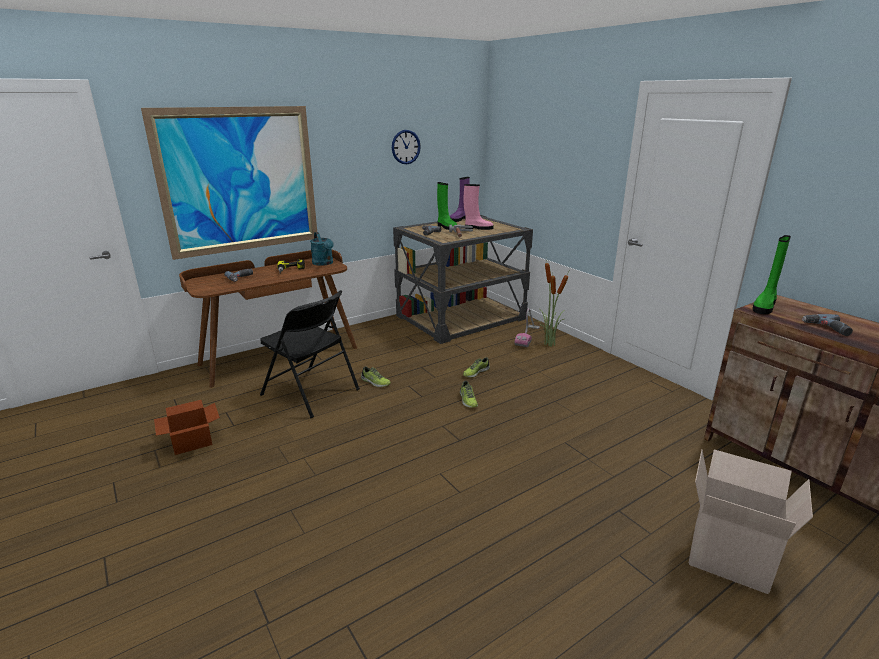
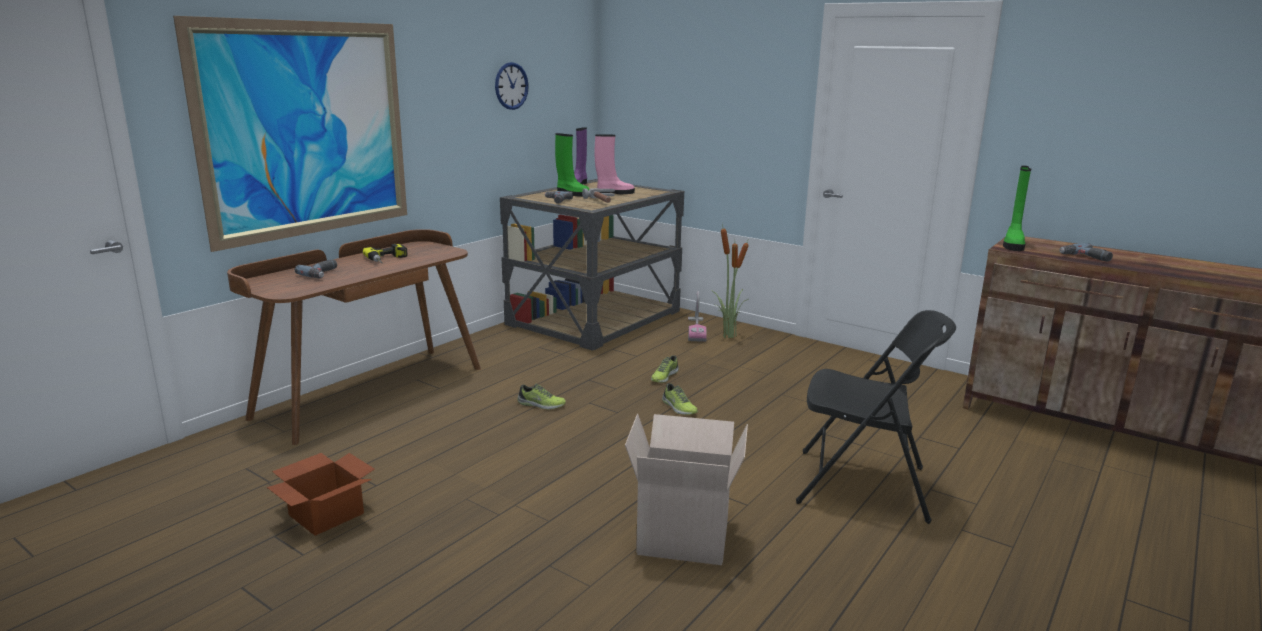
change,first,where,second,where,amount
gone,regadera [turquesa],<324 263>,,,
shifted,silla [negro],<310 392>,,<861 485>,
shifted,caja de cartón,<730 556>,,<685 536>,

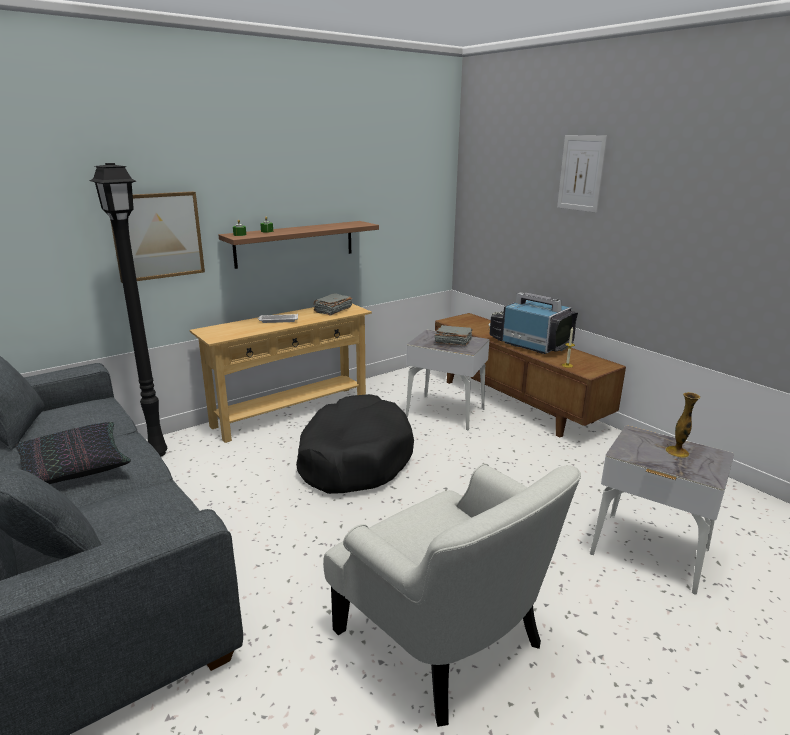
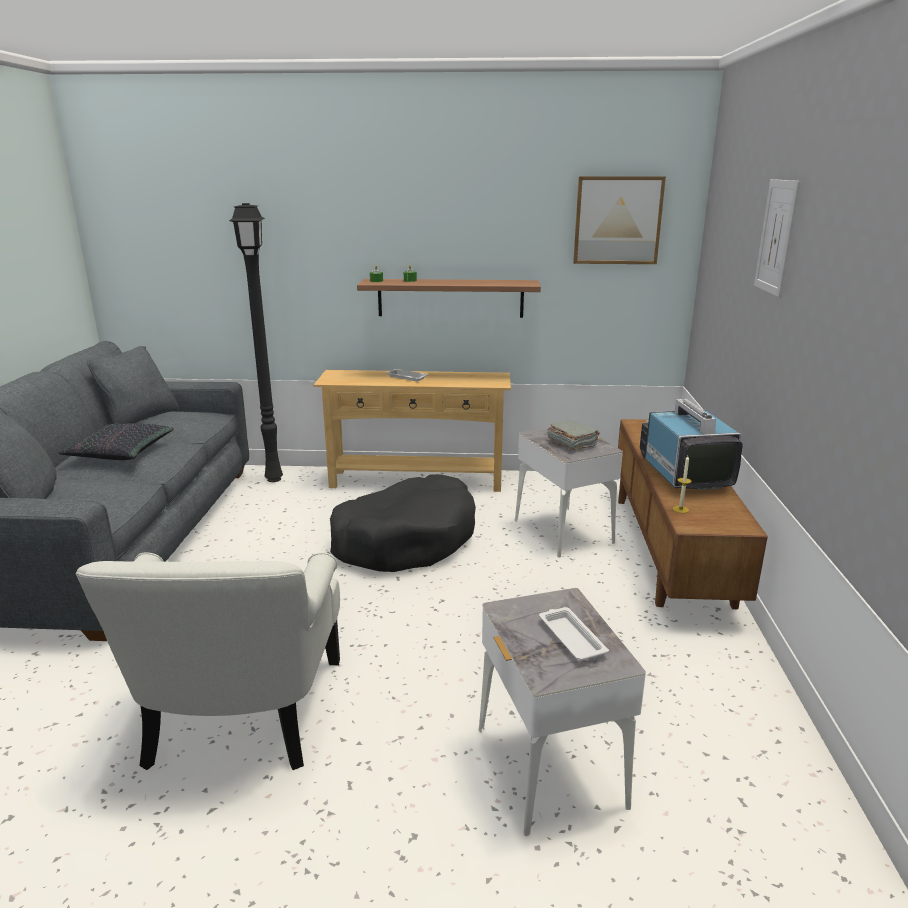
change,first,where,second,where,amount
shifted,cuadro,<157 236>,,<617 220>,
gone,libro [gris],<332 310>,,,
swapped,florero,<677 452>,bandeja [blanco],<571 637>,

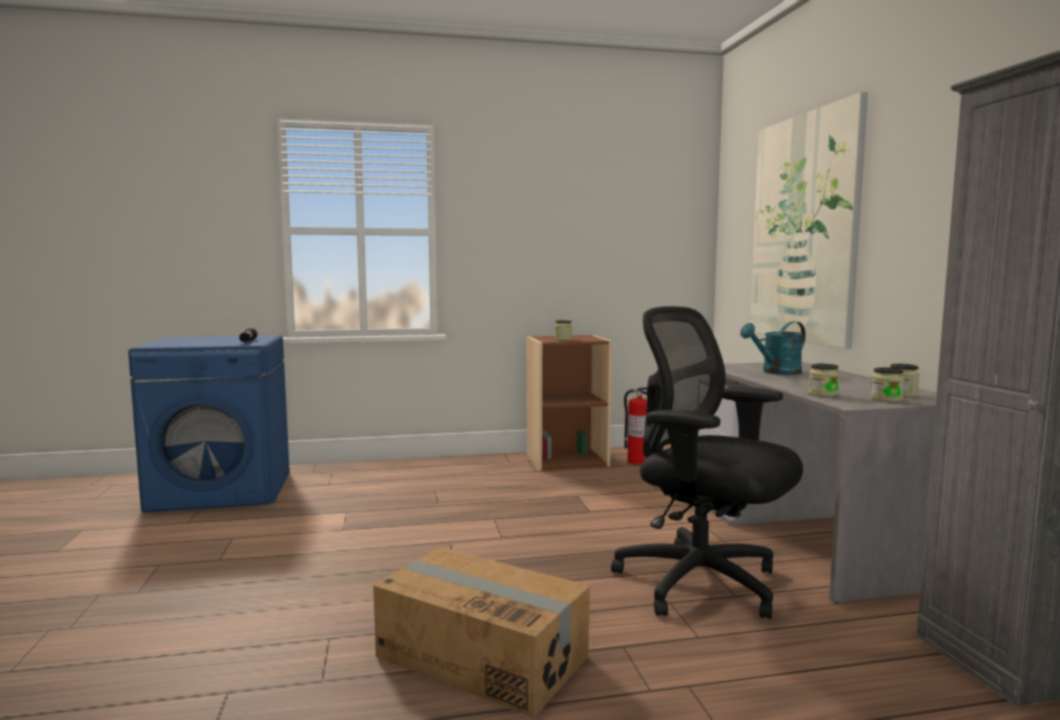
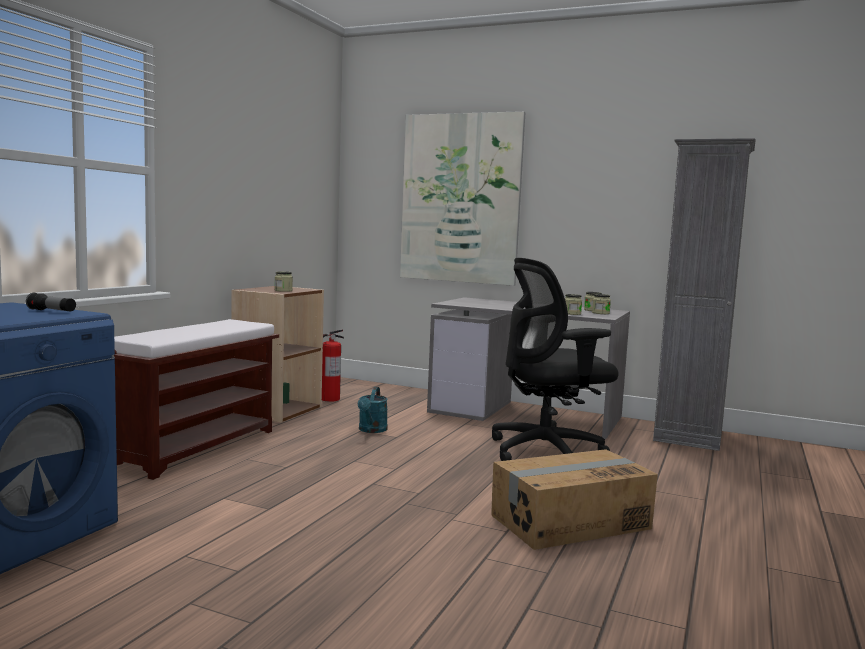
change,first,where,second,where,amount
shifted,regadera [turquesa],<776 372>,,<371 430>,
new,,,banco [marrón],<195 447>,

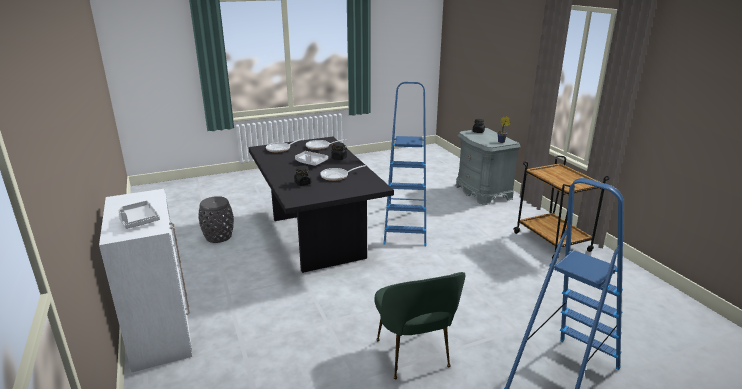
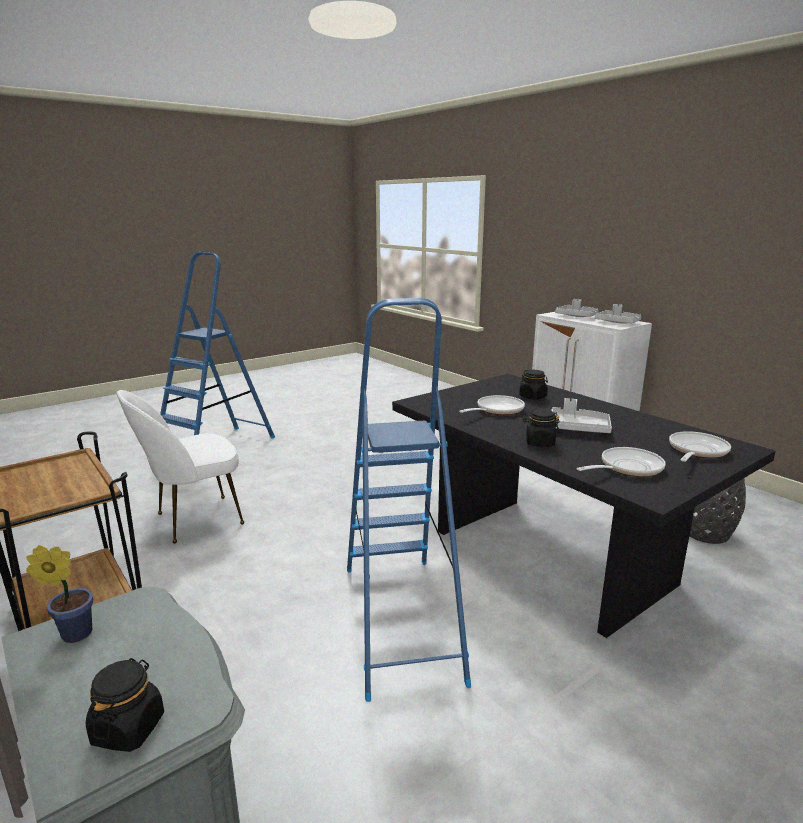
change,first,where,second,where,amount
gone,silla [verde],<414 358>,,,
new,,,bandeja [gris],<617 322>,
new,,,silla [blanco],<192 521>,

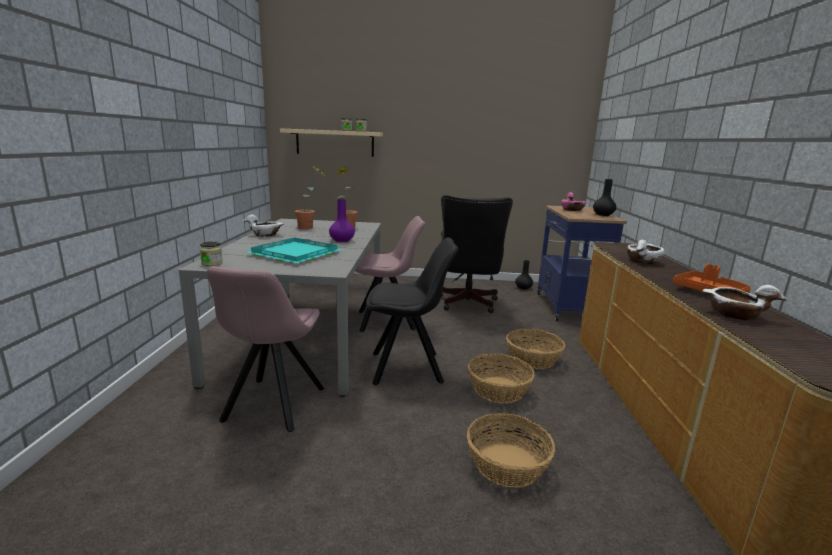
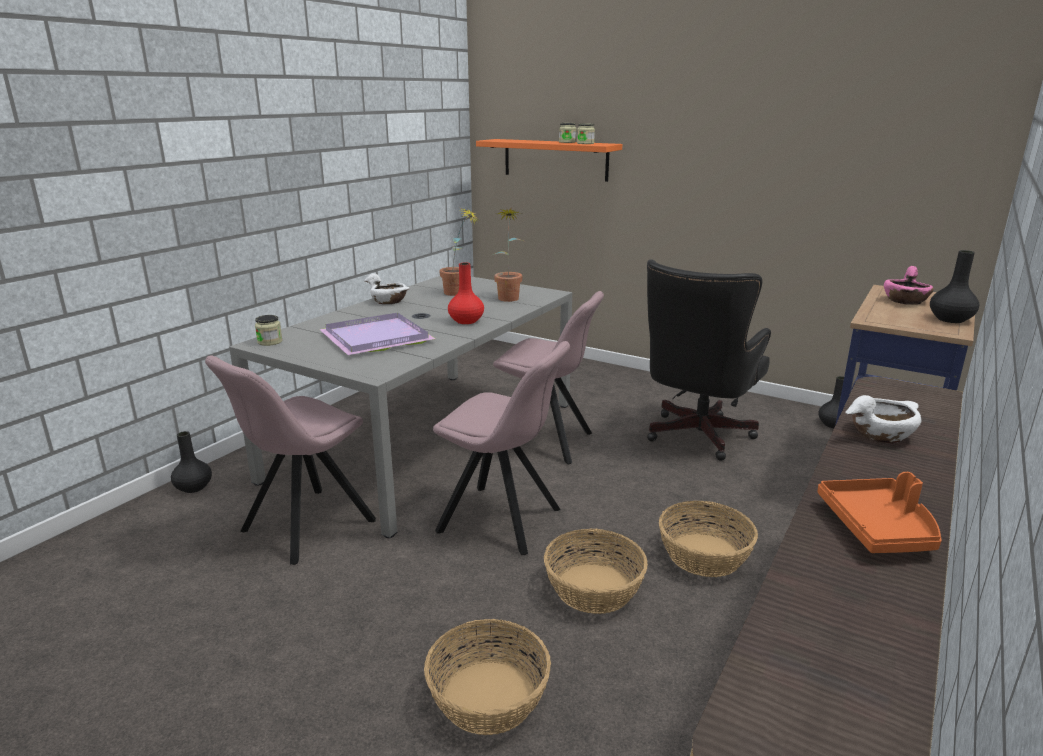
change,first,where,second,where,amount
repainted,estante [beis],<335 143>,estante [naranja],<555 159>,
repainted,florero [morado],<341 240>,florero [rojo],<466 321>,
repainted,silla [negro],<407 368>,silla [rosa],<500 520>,
repainted,bandeja [turquesa],<297 253>,bandeja [morado],<379 338>,
gone,cuenco [blanco],<733 314>,,,
new,,,florero [negro],<194 487>,

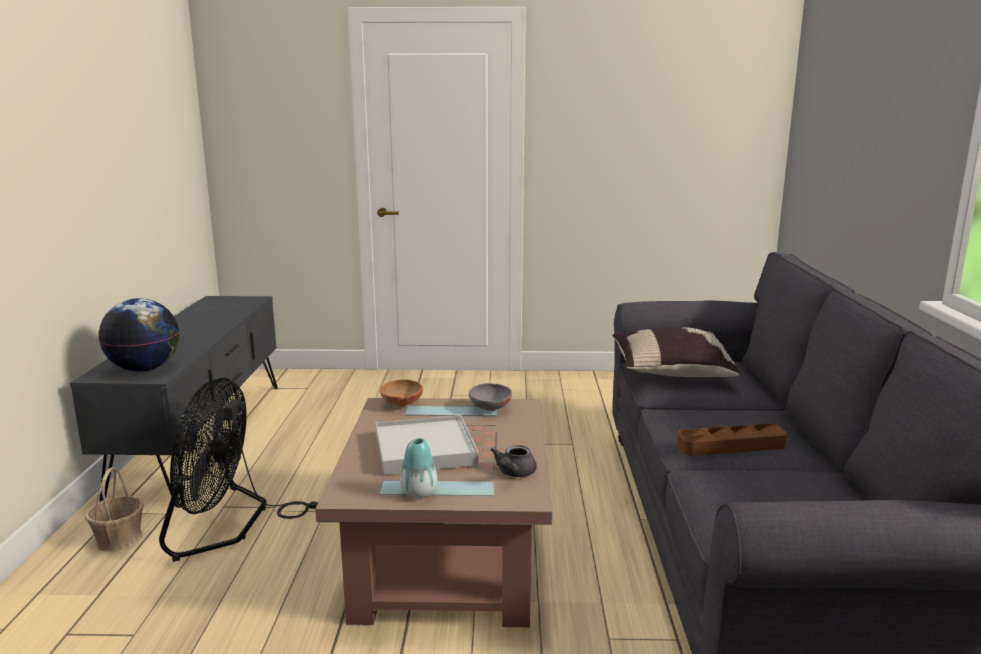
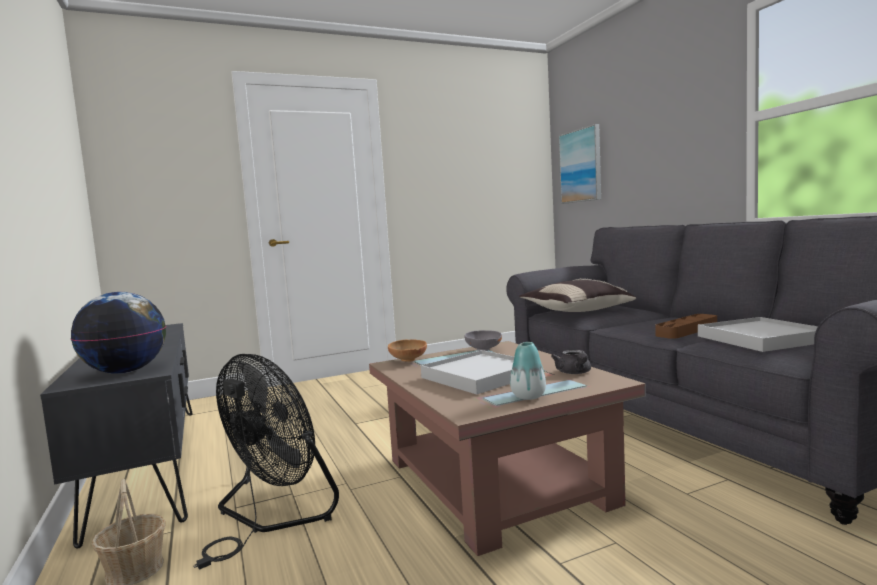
change,first,where,second,where,amount
rotated,ventilador [negro],<236 520>,,<262 513>,150 degrees clockwise
new,,,cuadro,<581 166>,
new,,,bandeja [blanco],<761 339>,

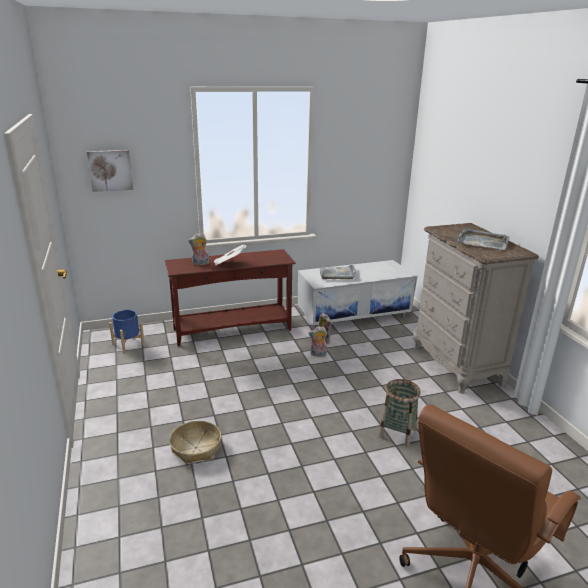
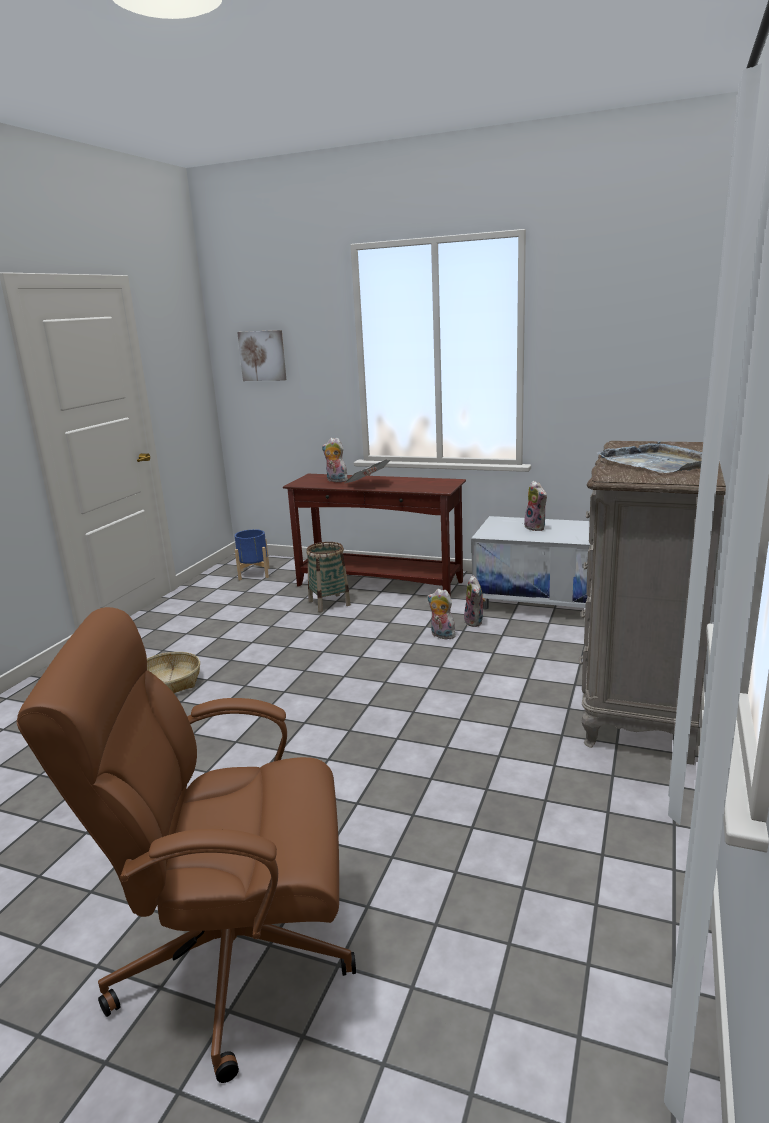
change,first,where,second,where,amount
swapped,bandeja [gris],<337 274>,peluche,<536 527>,
shifted,cesta,<397 433>,,<329 603>,

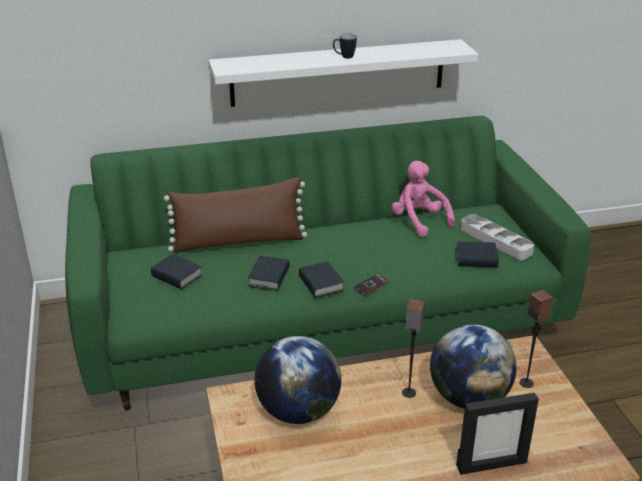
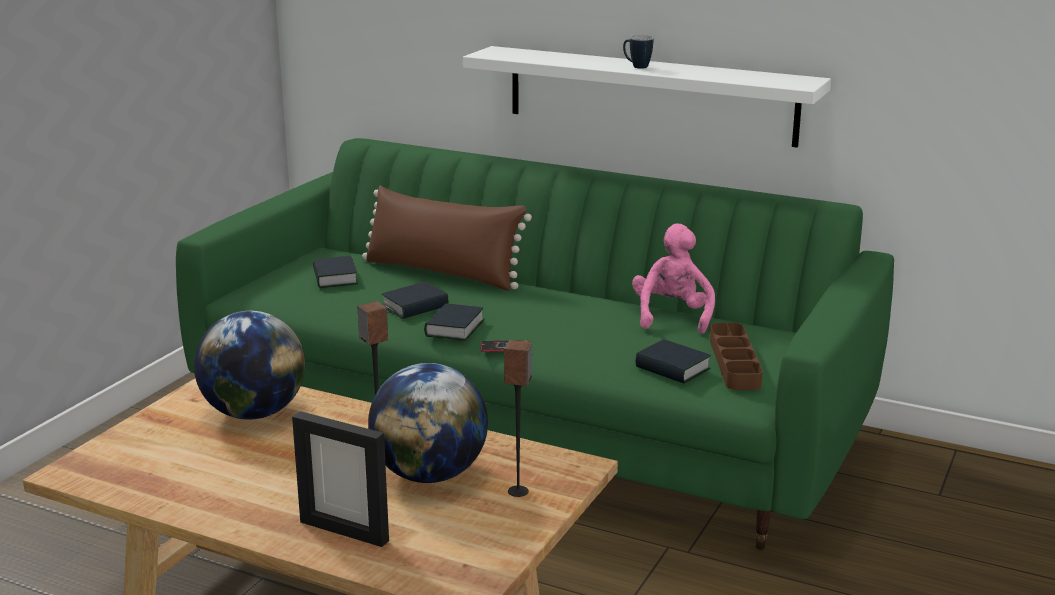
change,first,where,second,where,amount
repainted,bandeja [gris],<495 240>,bandeja [marrón],<734 362>,

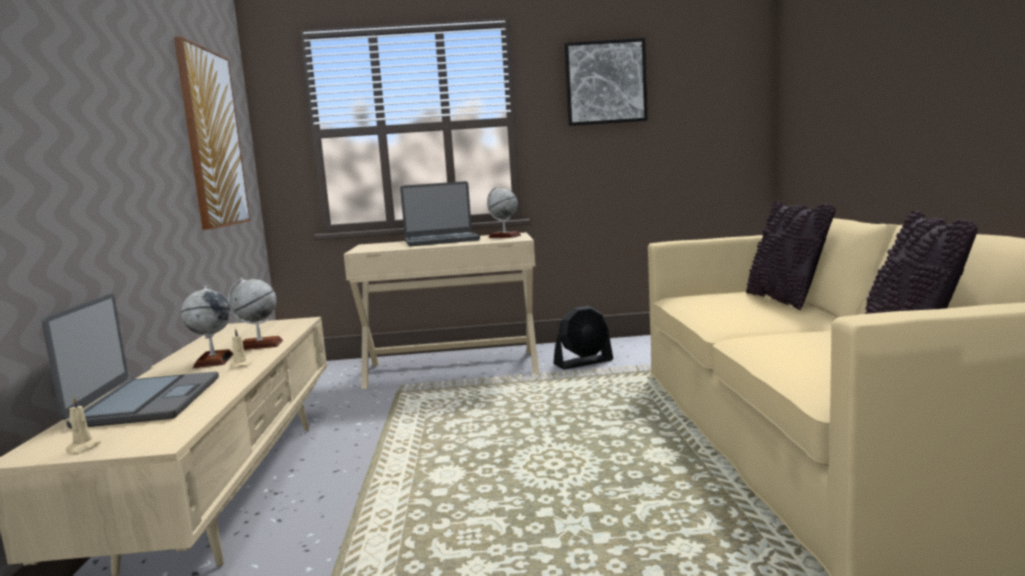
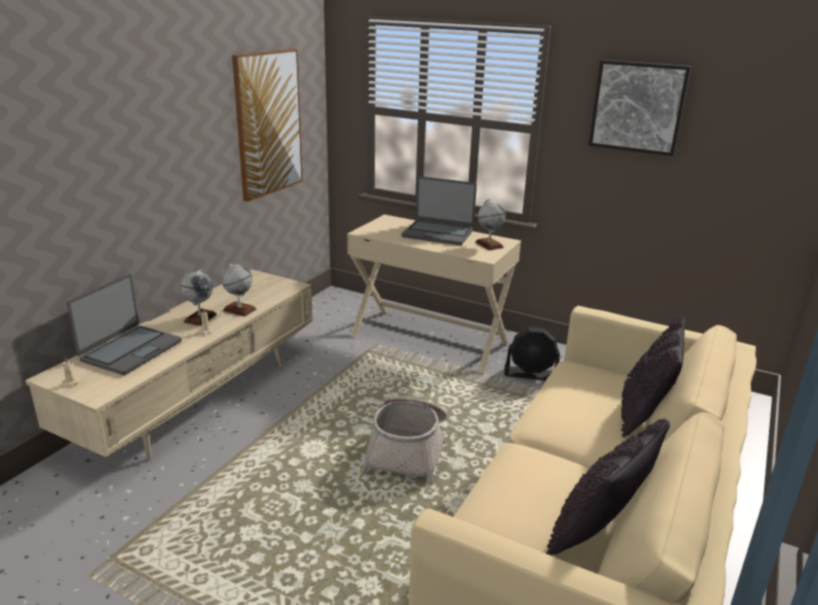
change,first,where,second,where,amount
new,,,cesta,<408 450>,

